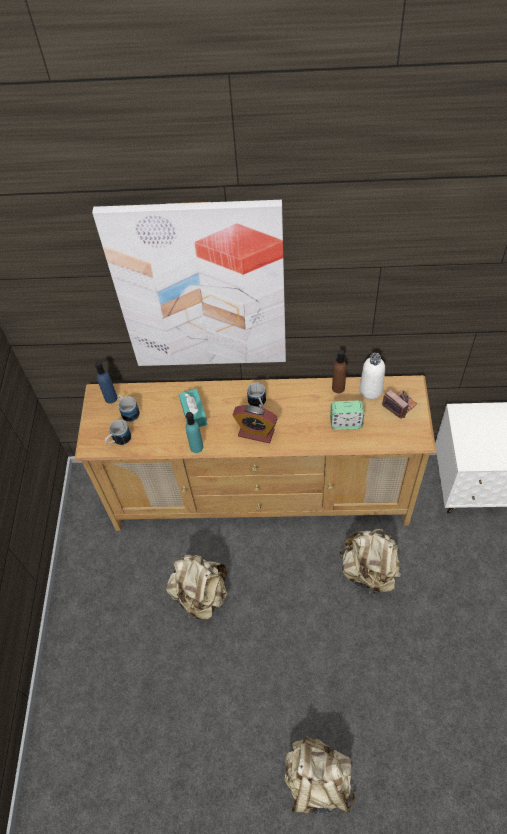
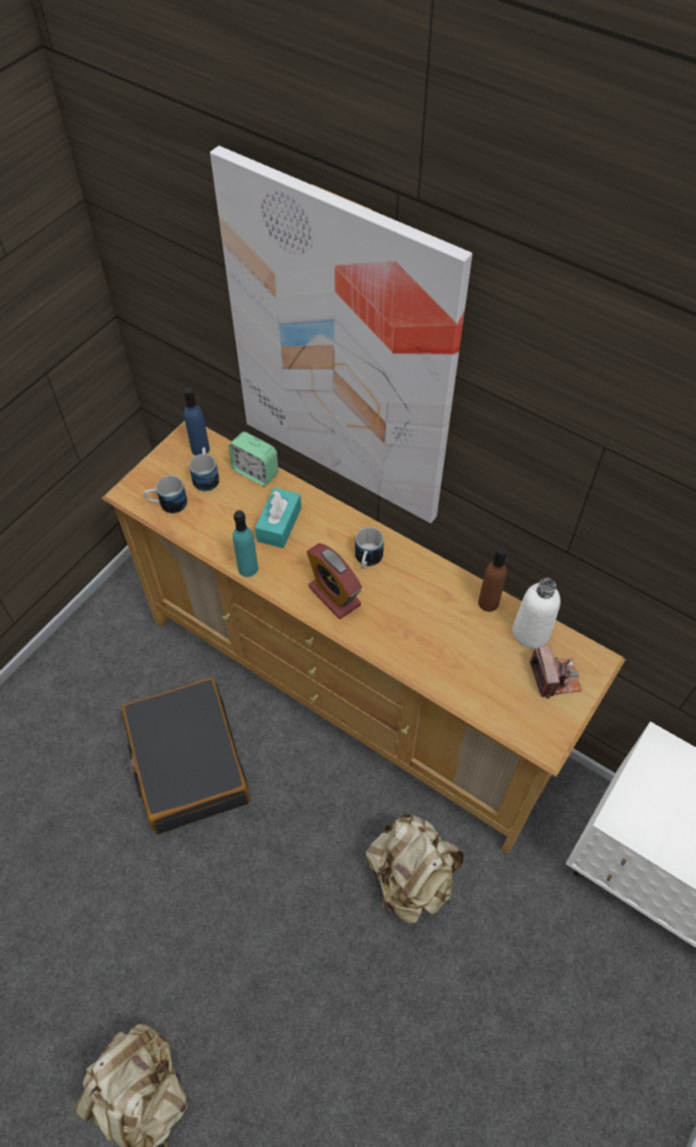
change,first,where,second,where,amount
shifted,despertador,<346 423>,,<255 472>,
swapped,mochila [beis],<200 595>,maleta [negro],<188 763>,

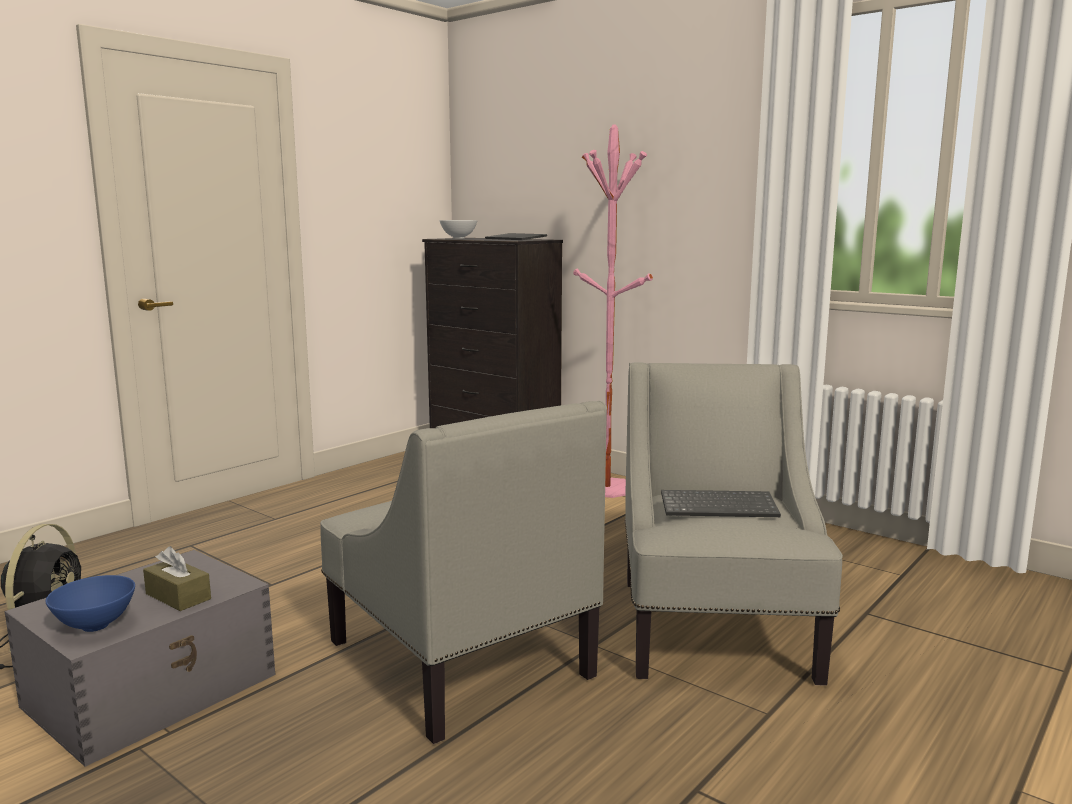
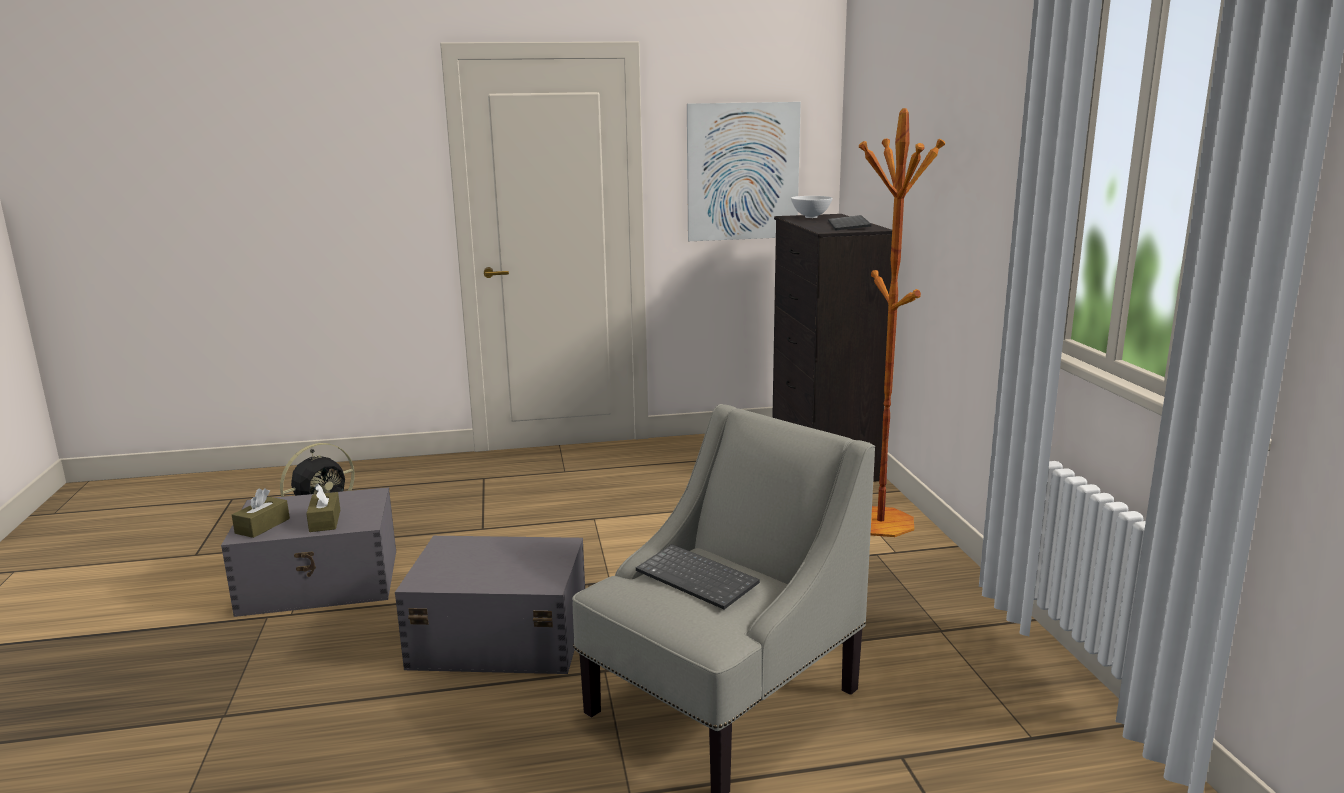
change,first,where,second,where,amount
repainted,perchero [rosa],<607 487>,perchero [naranja],<880 522>,
swapped,sillón [gris],<456 659>,caja de almacenaje [gris],<498 637>,
swapped,cuenco [azul],<95 625>,caja de pañuelos [marrón],<262 526>,
new,,,cuadro,<743 172>,

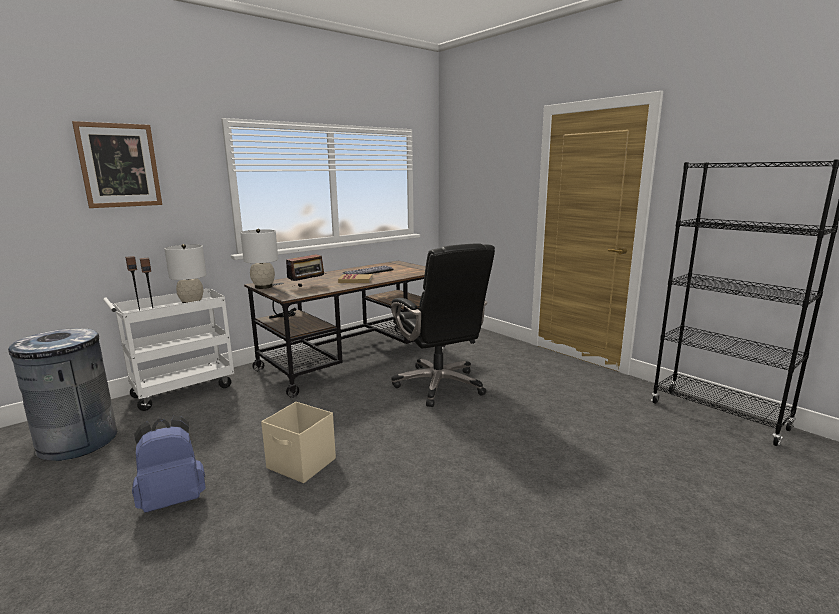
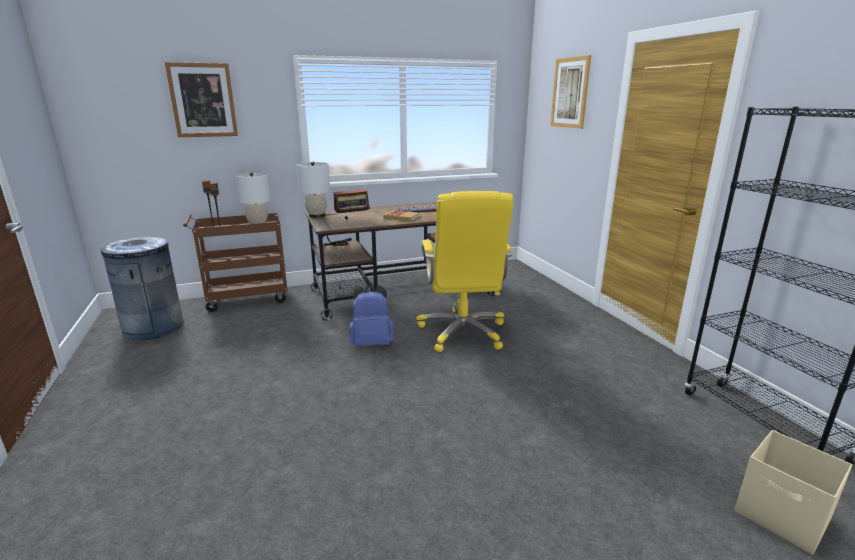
change,first,where,second,where,amount
repainted,silla de oficina [negro],<439 385>,silla de oficina [amarillo],<462 332>,
repainted,carrito [blanco],<181 393>,carrito [marrón],<245 301>,
shifted,caja de almacenaje [beis],<302 464>,,<782 517>,
shifted,mochila [azul],<173 499>,,<372 343>,
new,,,cuadro,<570 93>,

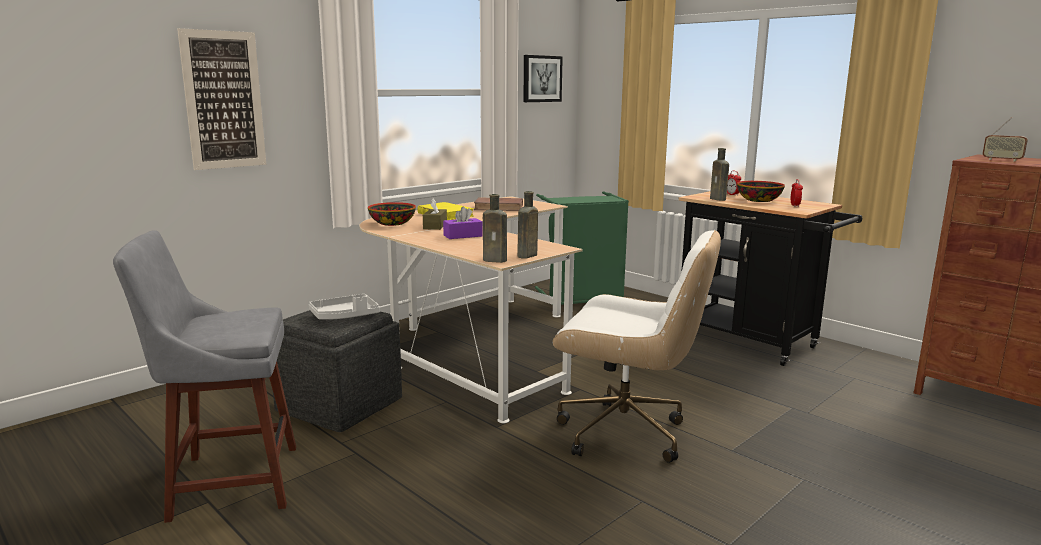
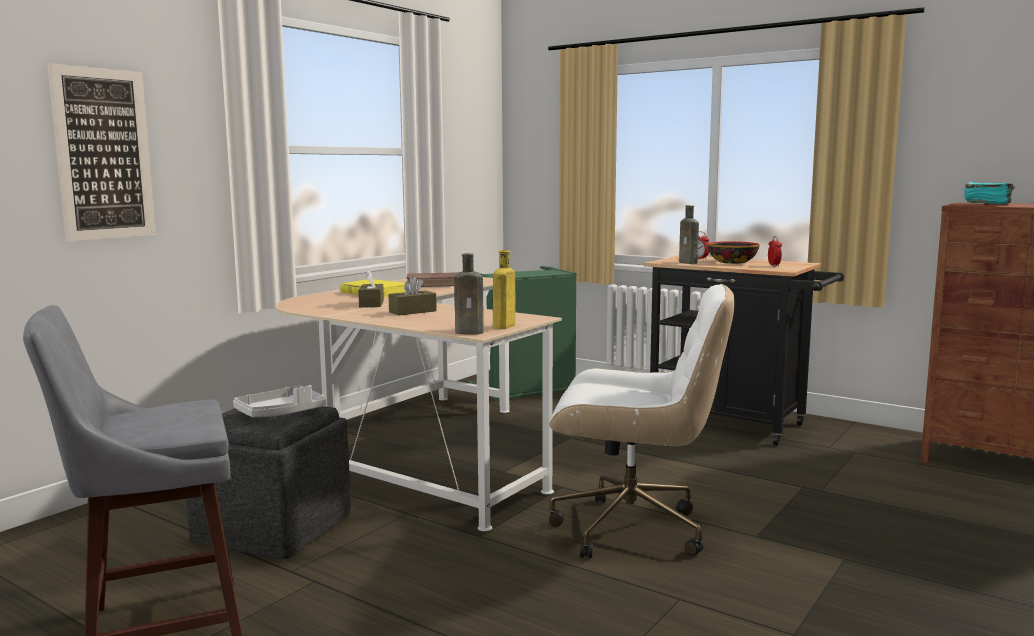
change,first,where,second,where,amount
gone,cuadro,<541 79>,,,
swapped,radio,<1002 160>,libro [turquesa],<988 204>,
repainted,botella [marrón],<526 256>,botella [amarillo],<503 327>,
gone,cuenco,<392 223>,,,
repainted,caja de pañuelos [morado],<462 236>,caja de pañuelos [marrón],<412 311>,

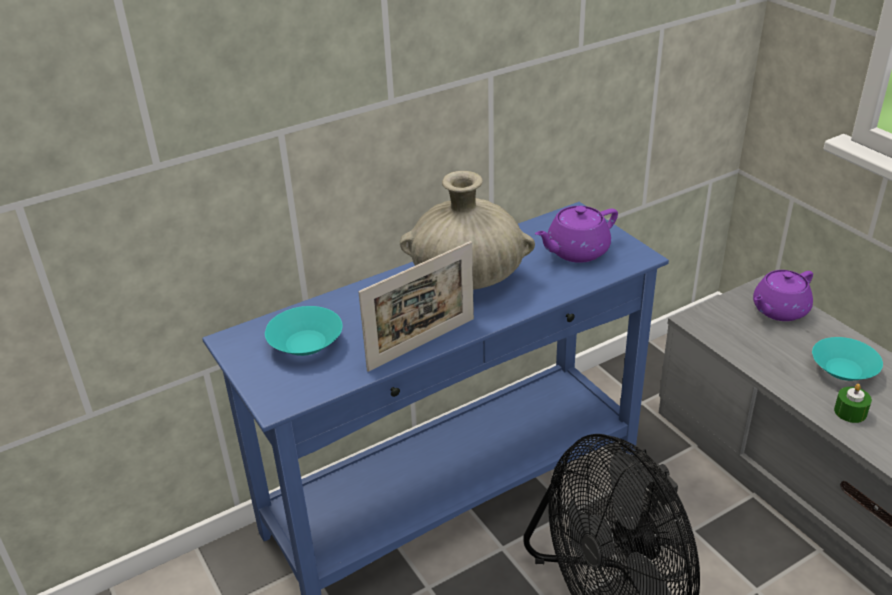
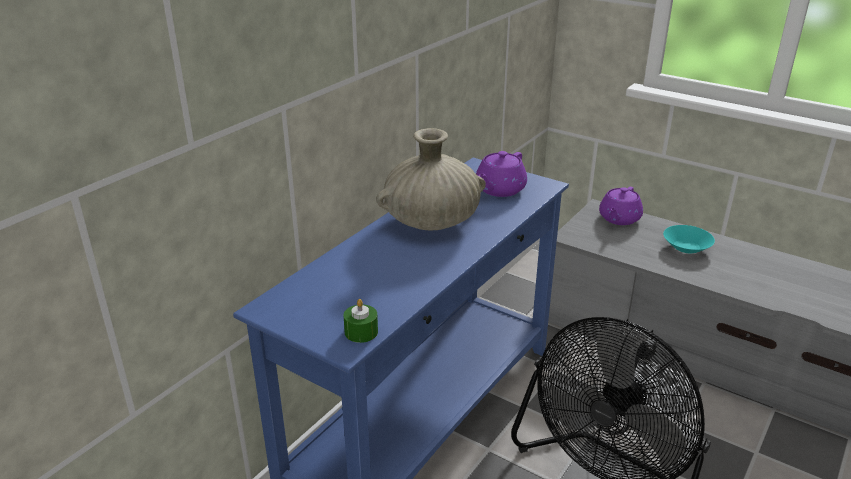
change,first,where,second,where,amount
gone,portarretratos,<422 344>,,,
gone,cuenco [turquesa],<305 344>,,,
shifted,vela [verde],<850 412>,,<361 332>,

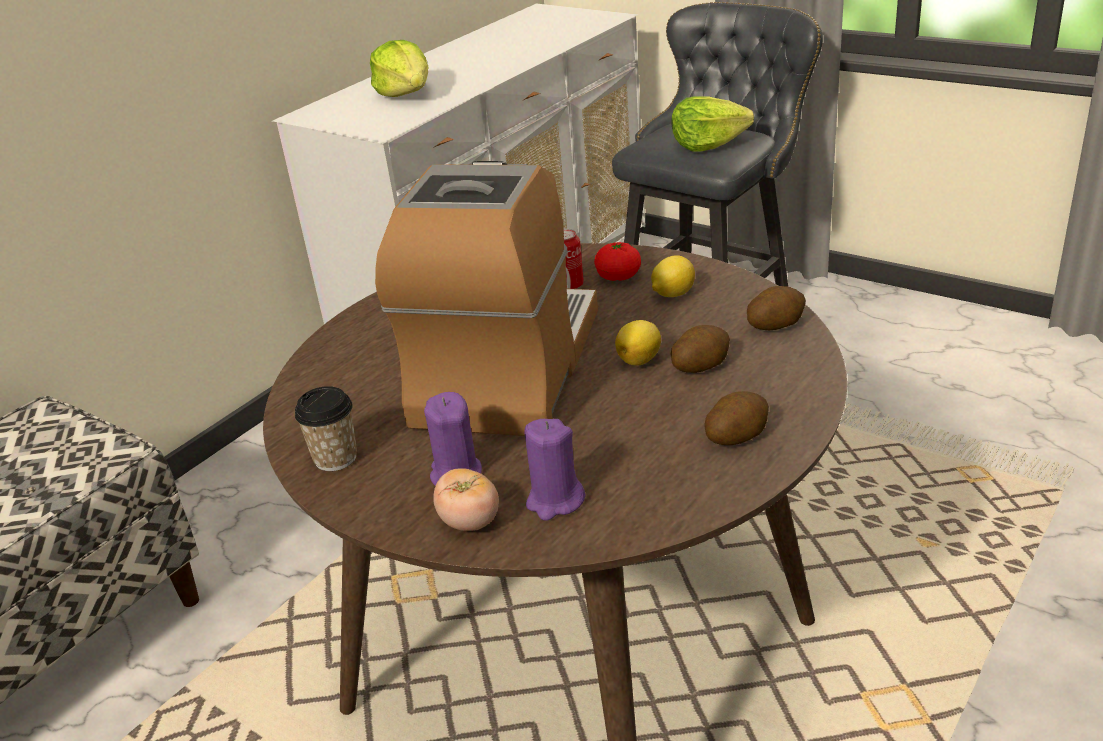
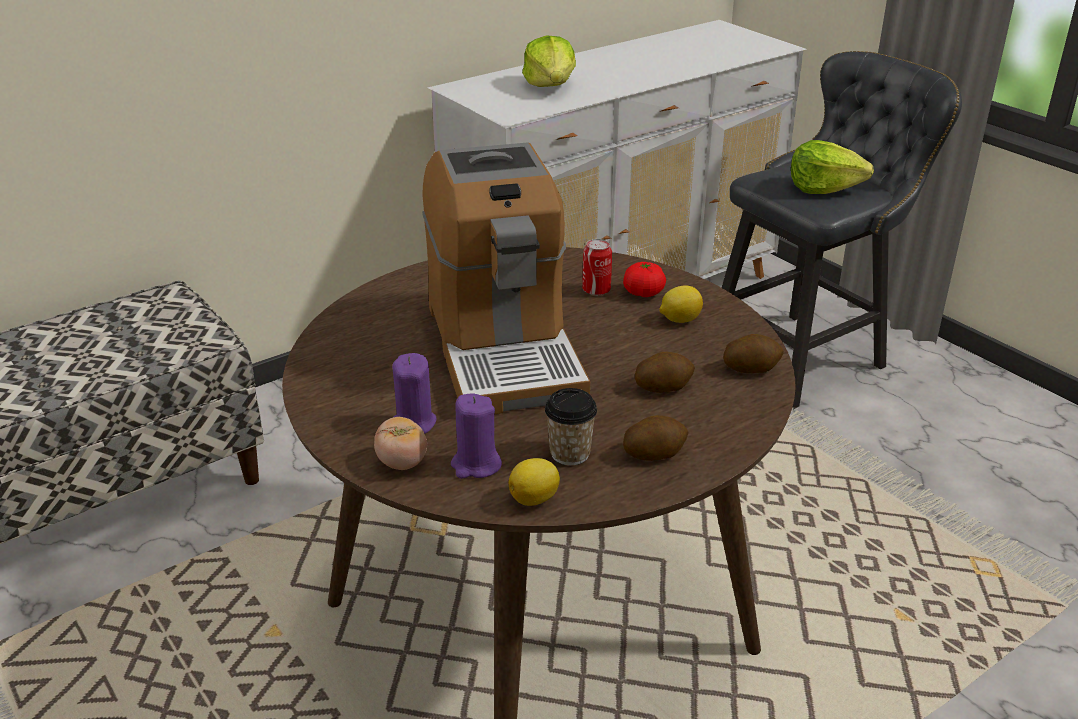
change,first,where,second,where,amount
rotated,cafetera,<507 369>,,<503 349>,135 degrees clockwise
shifted,limón,<640 360>,,<535 499>,
shifted,taza,<335 458>,,<570 453>,

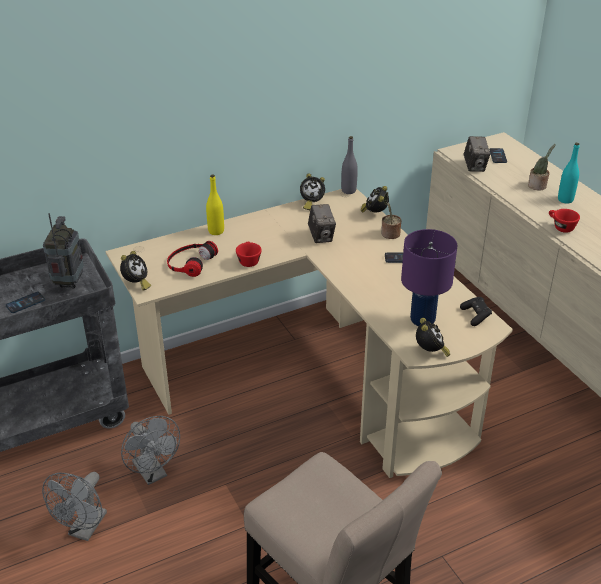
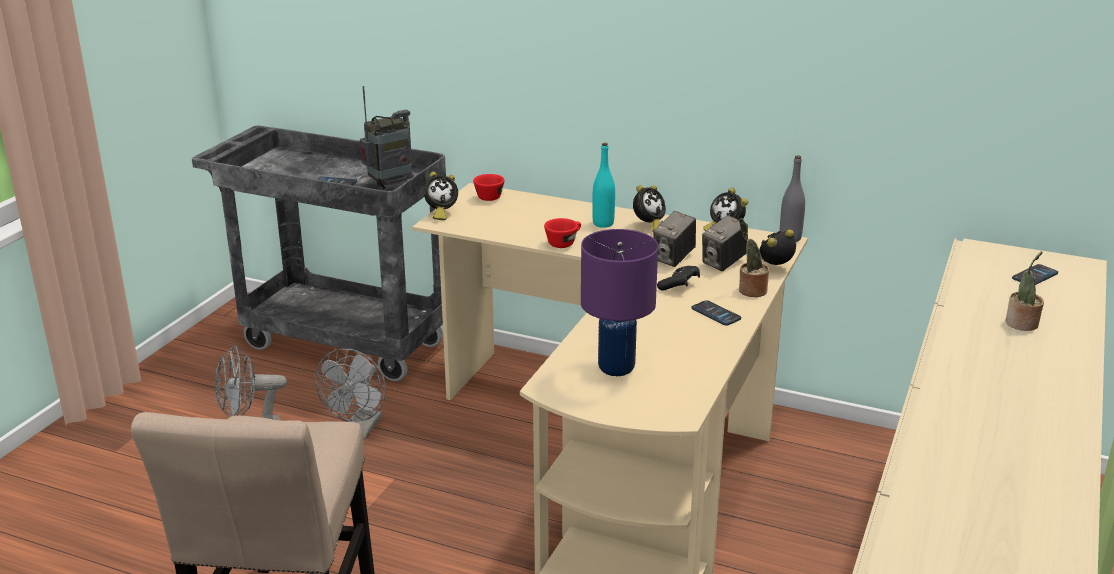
change,first,where,second,where,amount
shifted,cámara,<475 166>,,<723 263>,
shifted,botella [turquesa],<565 200>,,<603 223>,
gone,botella [amarillo],<216 231>,,,
shifted,taza [rojo],<560 227>,,<490 196>,
gone,auriculares,<190 262>,,,
shifted,mando de consola [negro],<476 316>,,<679 286>,
shifted,despertador,<430 352>,,<648 227>,

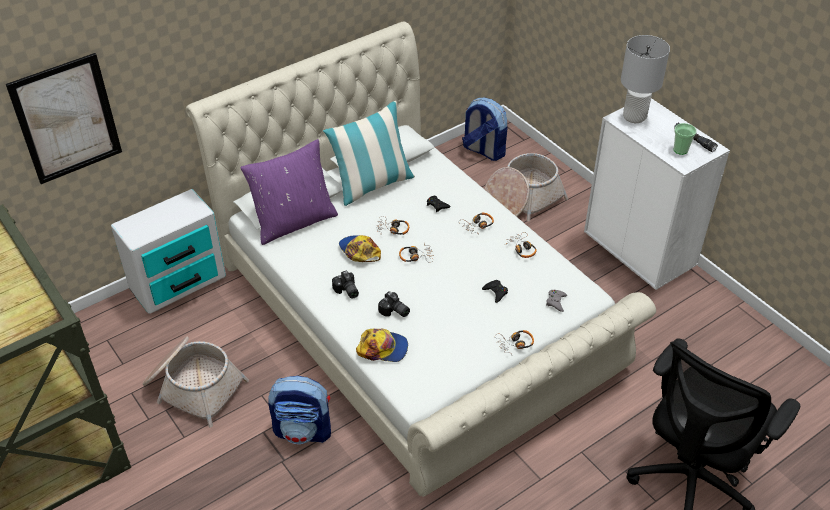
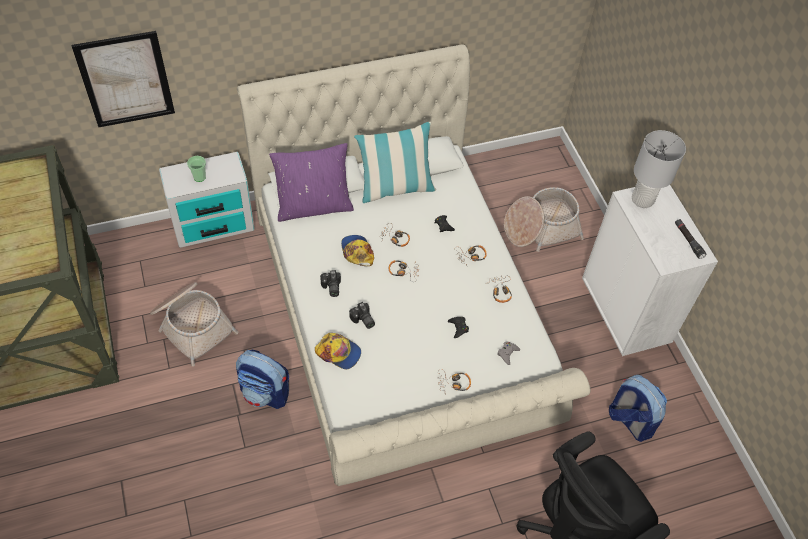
change,first,where,second,where,amount
shifted,mochila,<483 150>,,<629 421>,
shifted,taza,<680 150>,,<199 177>,

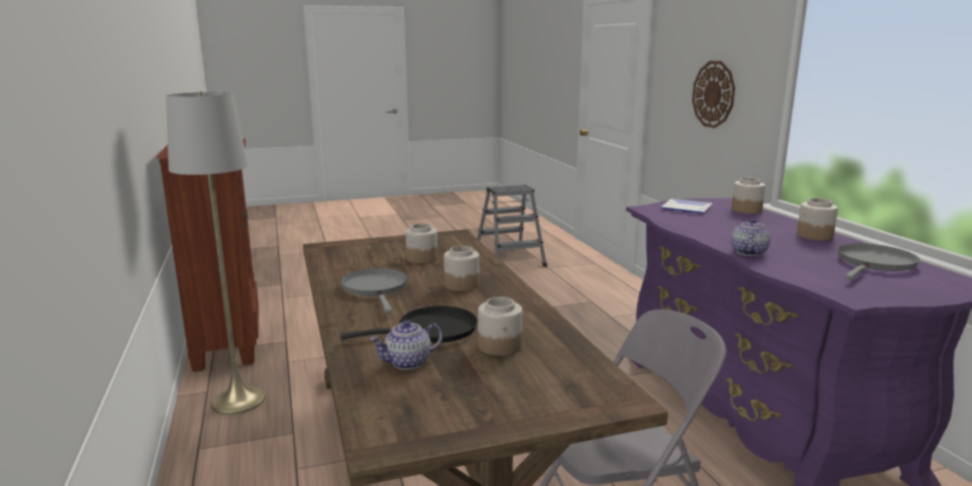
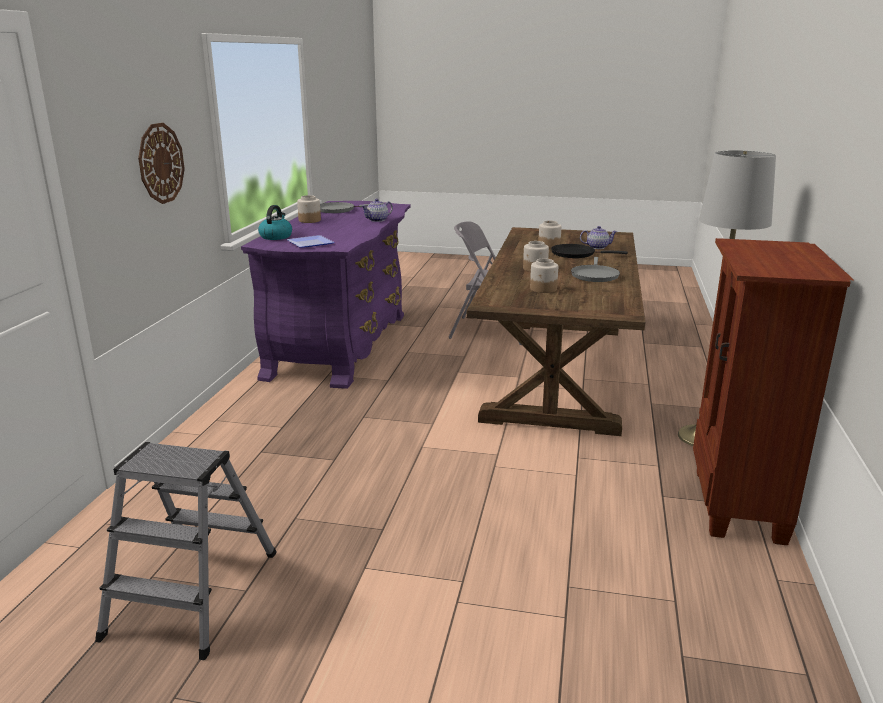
change,first,where,second,where,amount
swapped,tarro,<746 210>,hervidor,<276 236>,

